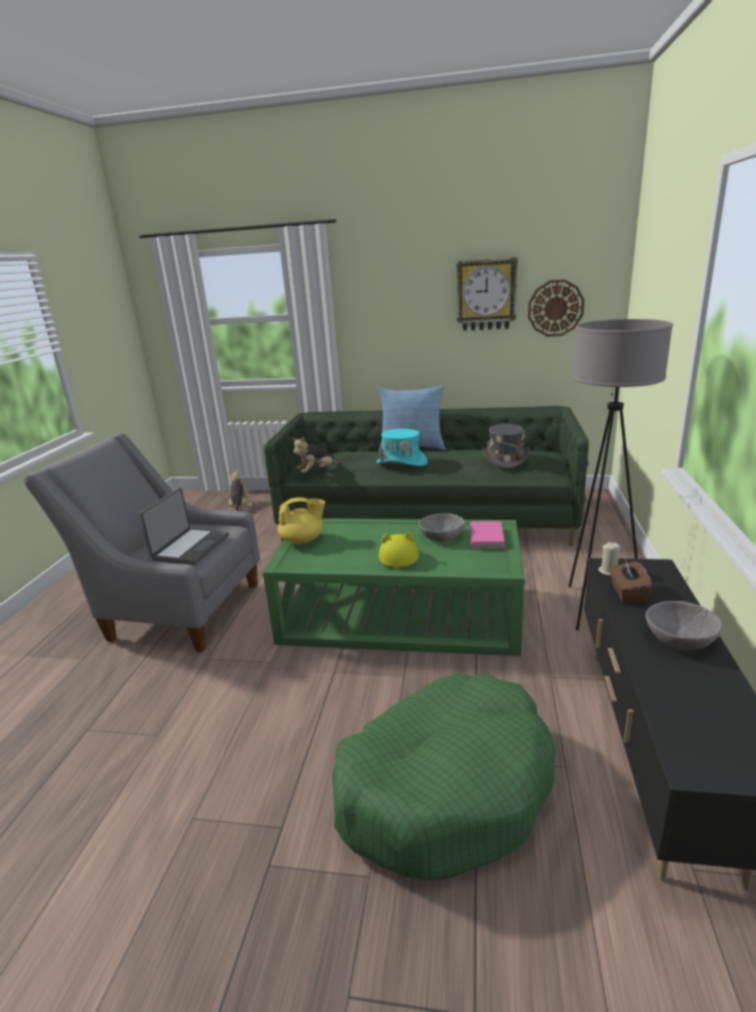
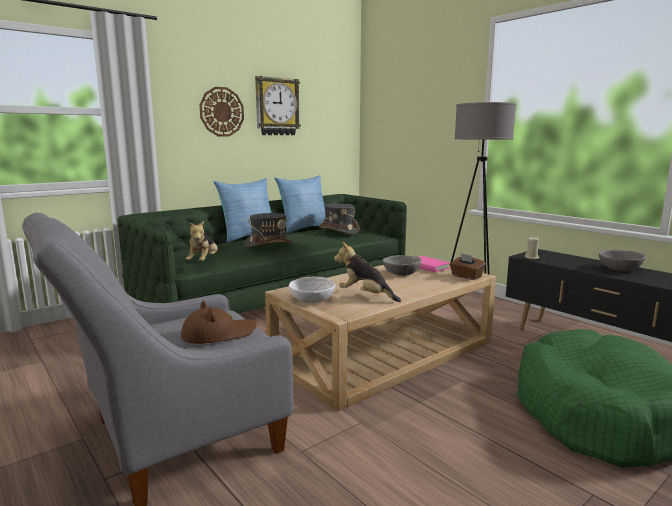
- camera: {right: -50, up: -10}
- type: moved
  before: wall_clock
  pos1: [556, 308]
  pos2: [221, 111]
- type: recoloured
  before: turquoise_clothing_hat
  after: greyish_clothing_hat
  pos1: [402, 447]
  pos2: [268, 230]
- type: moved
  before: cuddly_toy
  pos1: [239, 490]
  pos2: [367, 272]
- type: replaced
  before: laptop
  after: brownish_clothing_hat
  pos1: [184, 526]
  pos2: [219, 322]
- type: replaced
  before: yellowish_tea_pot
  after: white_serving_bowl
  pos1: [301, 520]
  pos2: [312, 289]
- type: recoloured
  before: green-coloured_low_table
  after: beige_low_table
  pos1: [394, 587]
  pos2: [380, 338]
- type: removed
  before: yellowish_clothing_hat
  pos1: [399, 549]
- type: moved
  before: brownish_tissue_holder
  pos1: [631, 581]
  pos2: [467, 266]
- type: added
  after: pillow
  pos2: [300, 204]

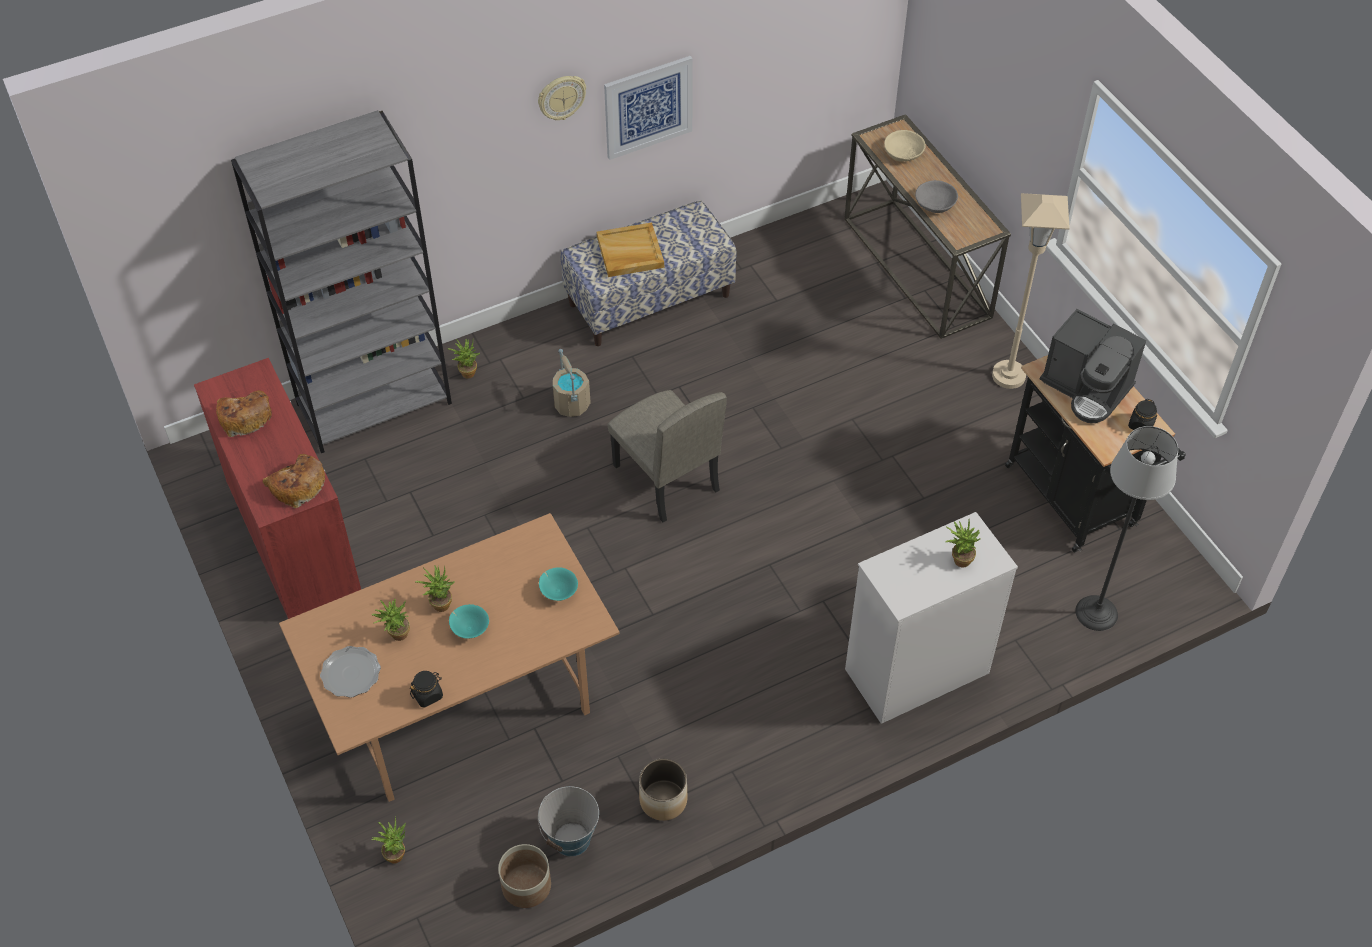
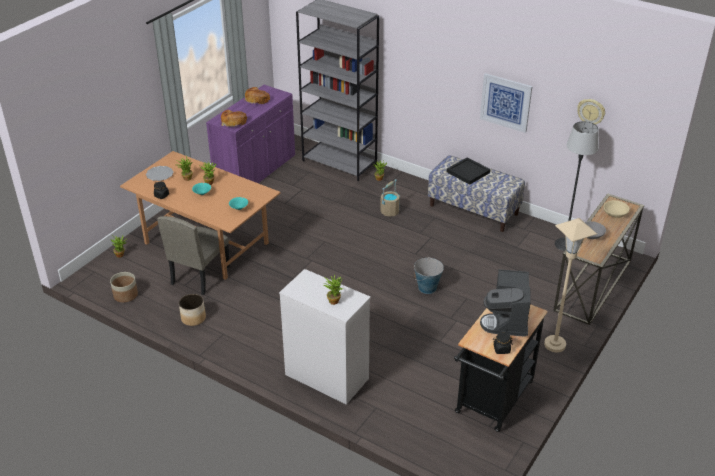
- camera: {right: 60, up: -15}
- type: moved
  before: wall_clock
  pos1: [562, 98]
  pos2: [591, 112]
- type: recoloured
  before: beige_carrying_tray
  after: black_carrying_tray
  pos1: [630, 250]
  pos2: [468, 171]
- type: recoloured
  before: reddish_cupboard
  after: purple-coloured_cupboard
  pos1: [277, 488]
  pos2: [250, 134]
- type: moved
  before: beige_plain_chair
  pos1: [667, 456]
  pos2: [193, 255]
- type: moved
  before: floor_lamp
  pos1: [1126, 528]
  pos2: [577, 186]
- type: moved
  before: bucket
  pos1: [568, 821]
  pos2: [429, 275]

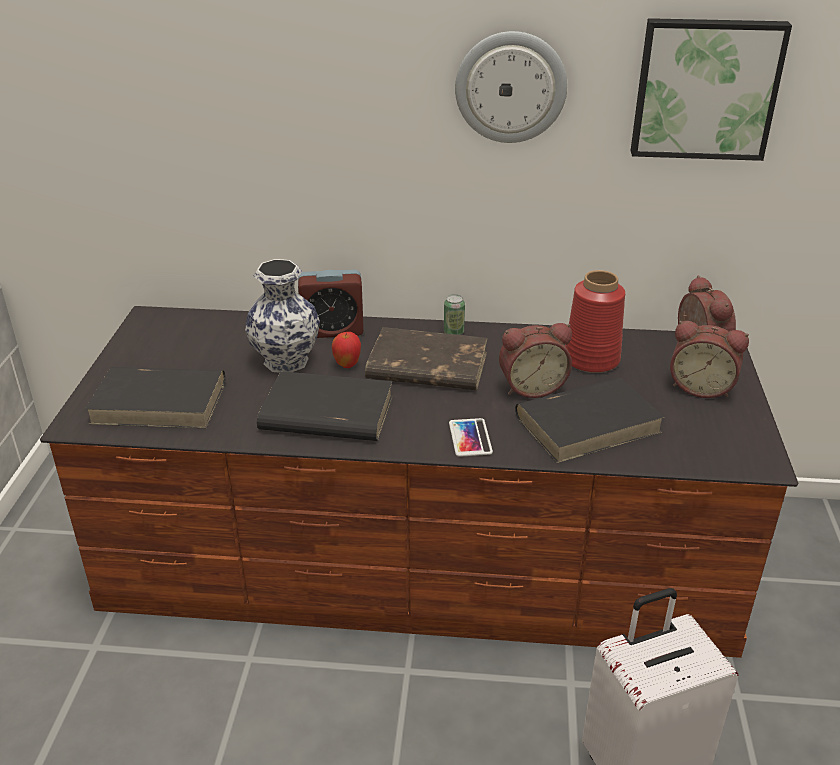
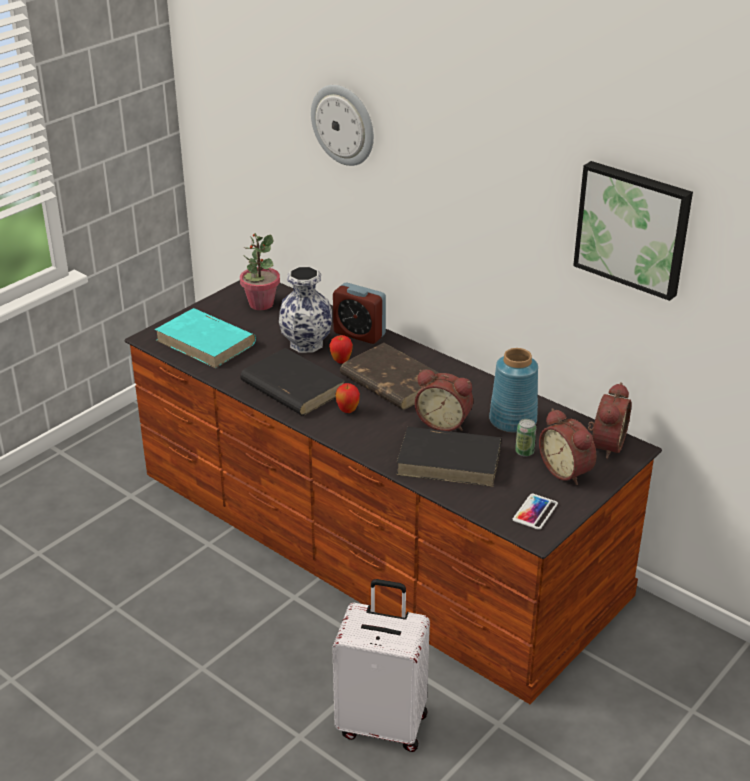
- camera: {right: 35, up: 0}
- type: moved
  before: wall_clock
  pos1: [511, 87]
  pos2: [342, 125]
- type: recoloured
  before: reddish_vase
  after: blue-coloured_vase
  pos1: [595, 321]
  pos2: [513, 390]
- type: moved
  before: sealed_can
  pos1: [454, 314]
  pos2: [525, 437]
- type: recoloured
  before: black_book
  after: turquoise_book
  pos1: [155, 397]
  pos2: [205, 338]
- type: moved
  before: handset
  pos1: [471, 437]
  pos2: [535, 512]
- type: added
  after: houseplant
  pos2: [260, 271]
- type: added
  after: apple
  pos2: [347, 398]

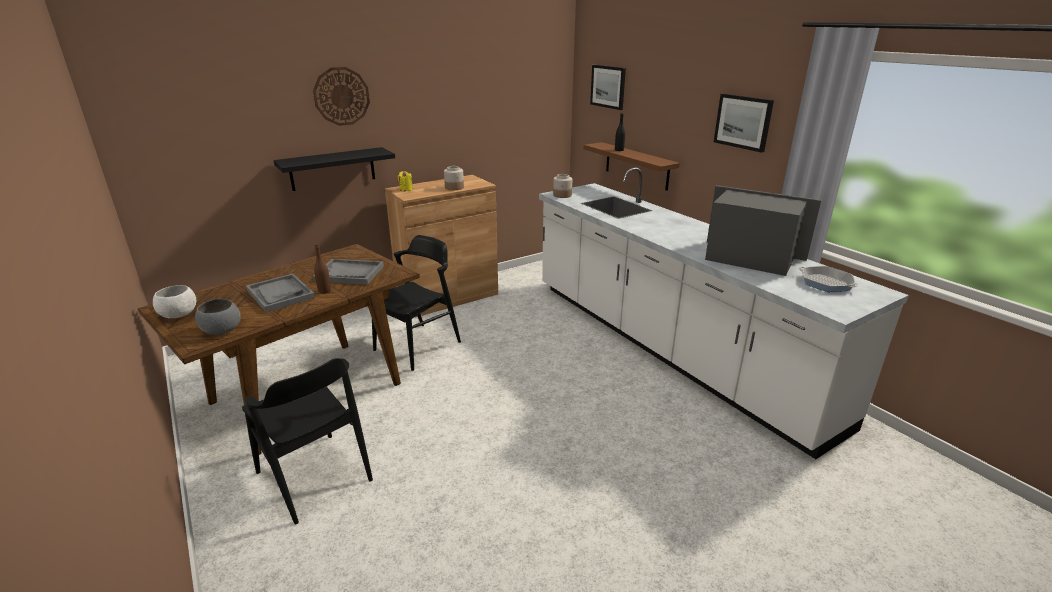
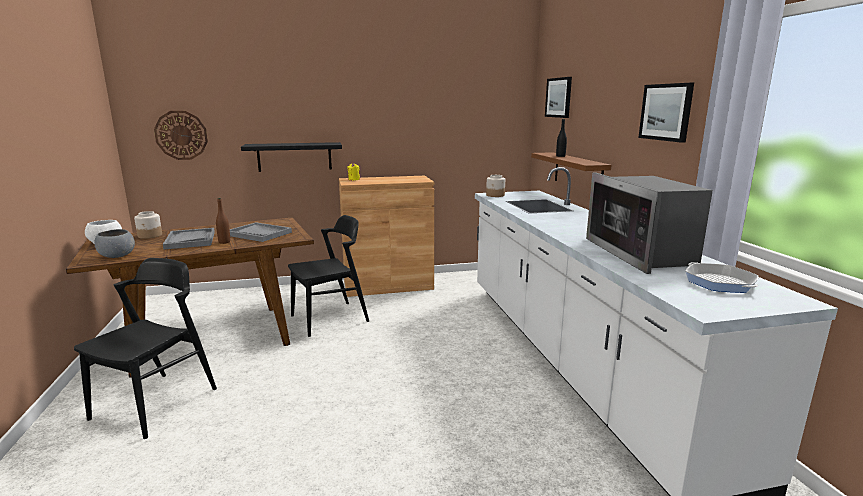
- camera: {right: 20, up: -10}
- type: moved
  before: wall_clock
  pos1: [341, 96]
  pos2: [181, 135]
- type: moved
  before: preserve_jar
  pos1: [454, 178]
  pos2: [148, 225]
- type: turned
  before: microwave
  pos1: [763, 230]
  pos2: [649, 223]
  turn: -150
- type: turned
  before: black_plain_chair
  pos1: [307, 441]
  pos2: [145, 348]
  turn: -135

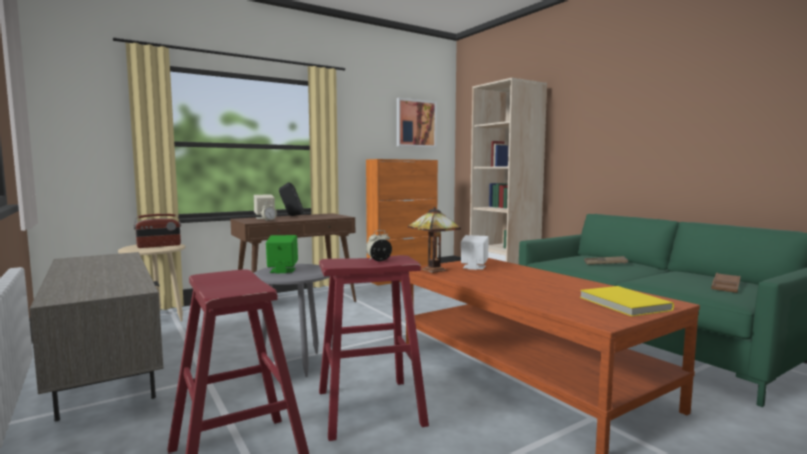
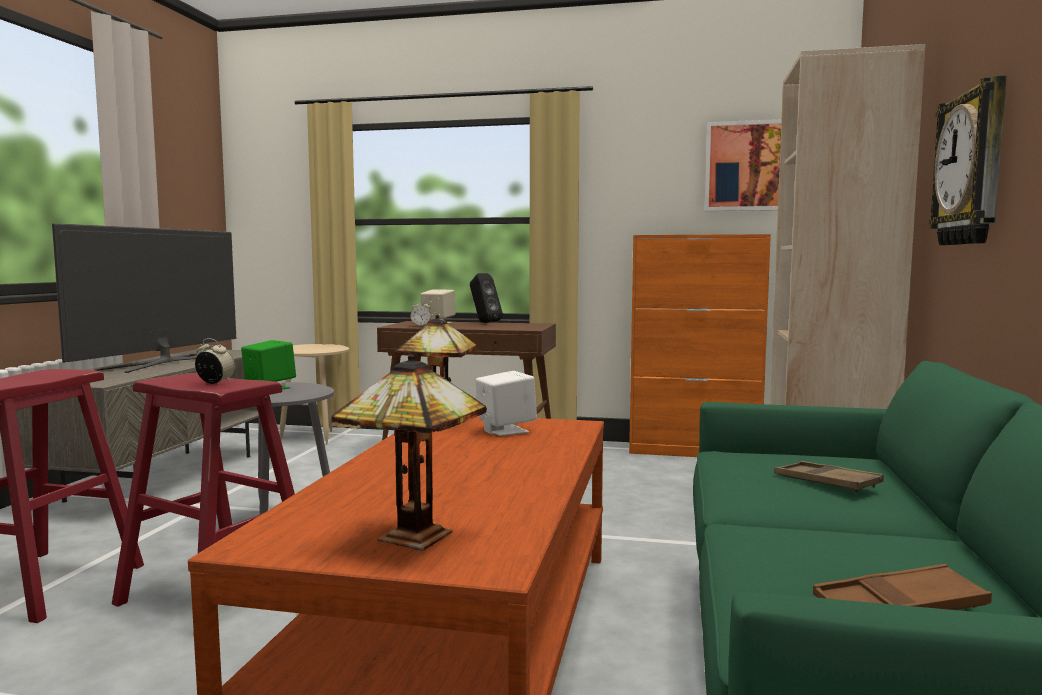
- camera: {right: 45, up: 0}
- type: removed
  before: radio
  pos1: [157, 231]
- type: replaced
  before: yellowish_book
  after: lamp_for_a_table
  pos1: [627, 301]
  pos2: [409, 452]
- type: added
  after: wall_clock
  pos2: [968, 160]
- type: added
  after: TV_set
  pos2: [144, 298]

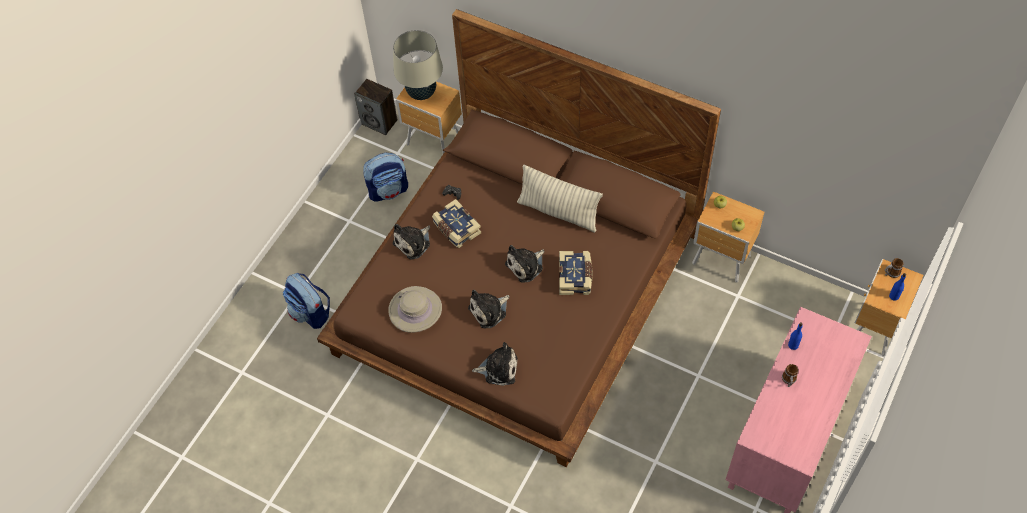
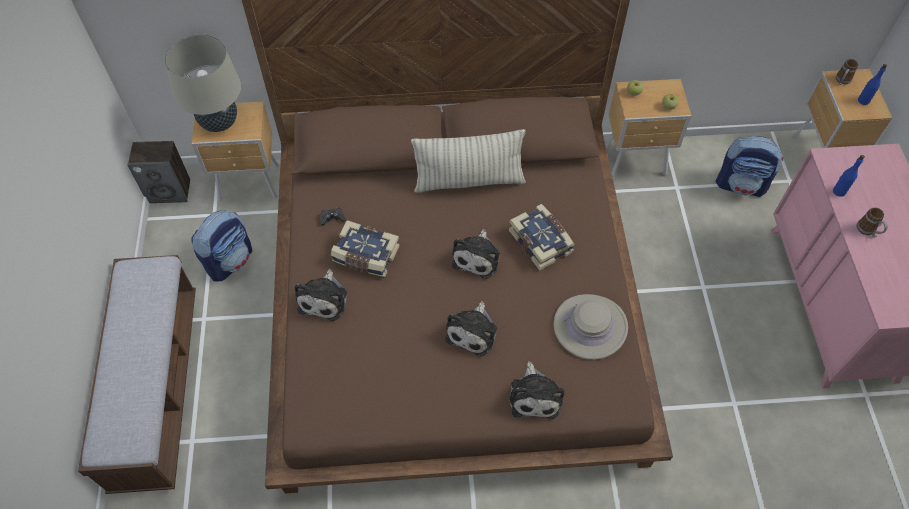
- camera: {right: -35, up: 0}
- type: moved
  before: knapsack
  pos1: [306, 301]
  pos2: [749, 166]
- type: moved
  before: beige_clothing_hat
  pos1: [415, 309]
  pos2: [590, 327]
- type: turned
  before: cuddly_toy
  pos1: [494, 364]
  pos2: [536, 390]
  turn: 120
- type: added
  after: indoor_bench
  pos2: [137, 374]

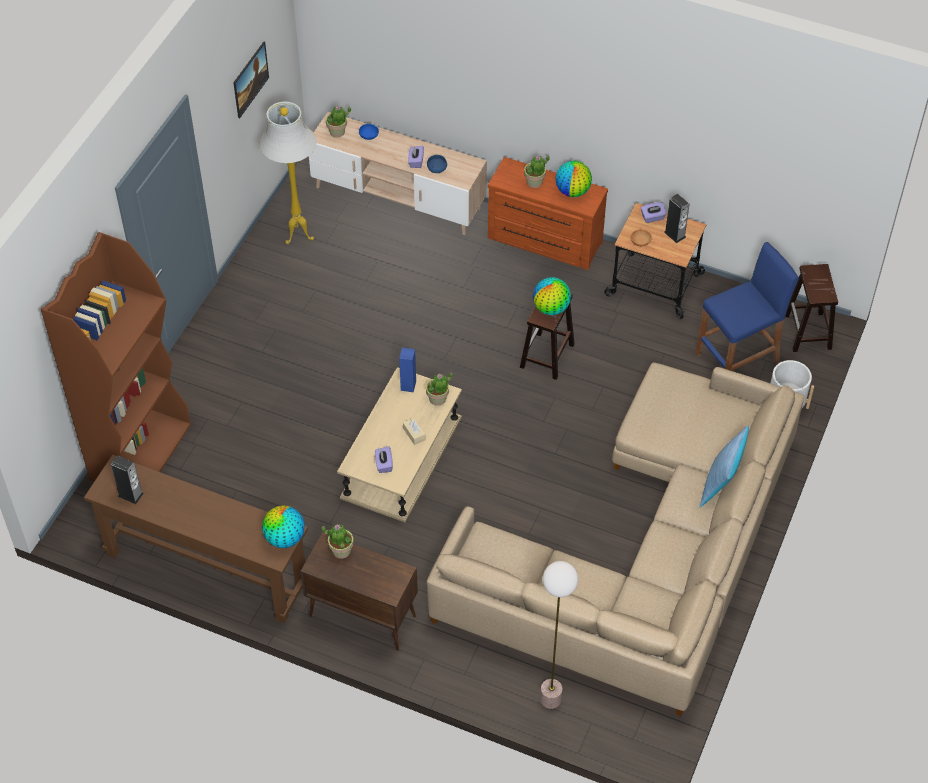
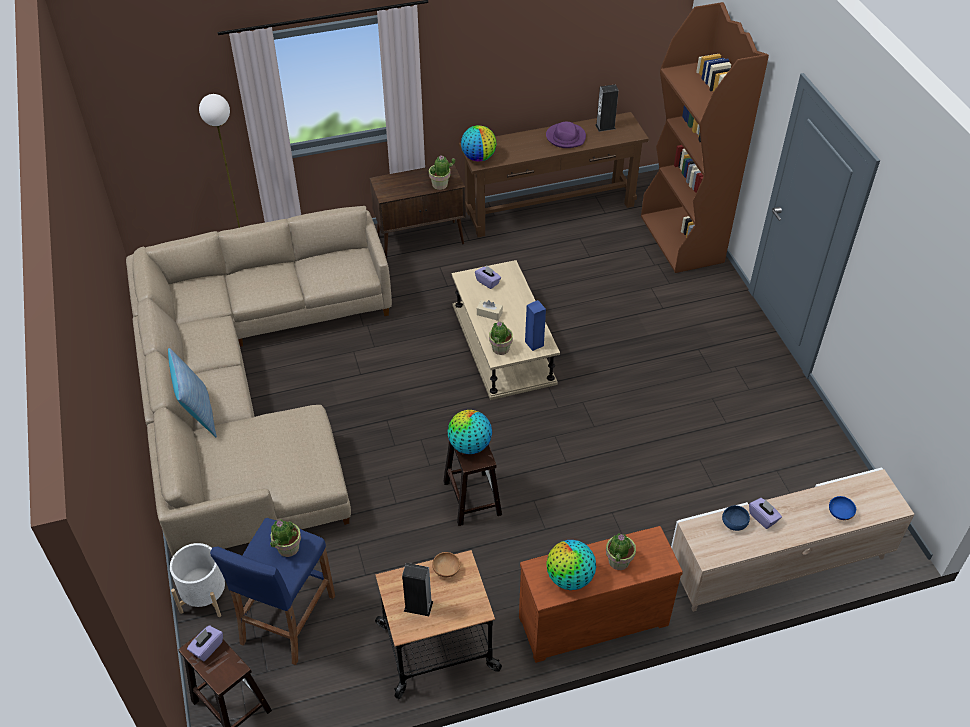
- camera: {right: 140, up: -5}
- type: removed
  before: wall_picture
  pos1: [251, 80]
- type: removed
  before: white_floor_lamp
  pos1: [287, 173]
- type: moved
  before: houseplant
  pos1: [338, 122]
  pos2: [285, 538]
- type: moved
  before: purple-coloured_tissue_holder
  pos1: [654, 212]
  pos2: [205, 643]
- type: added
  after: purple-coloured_clothing_hat
  pos2: [566, 135]

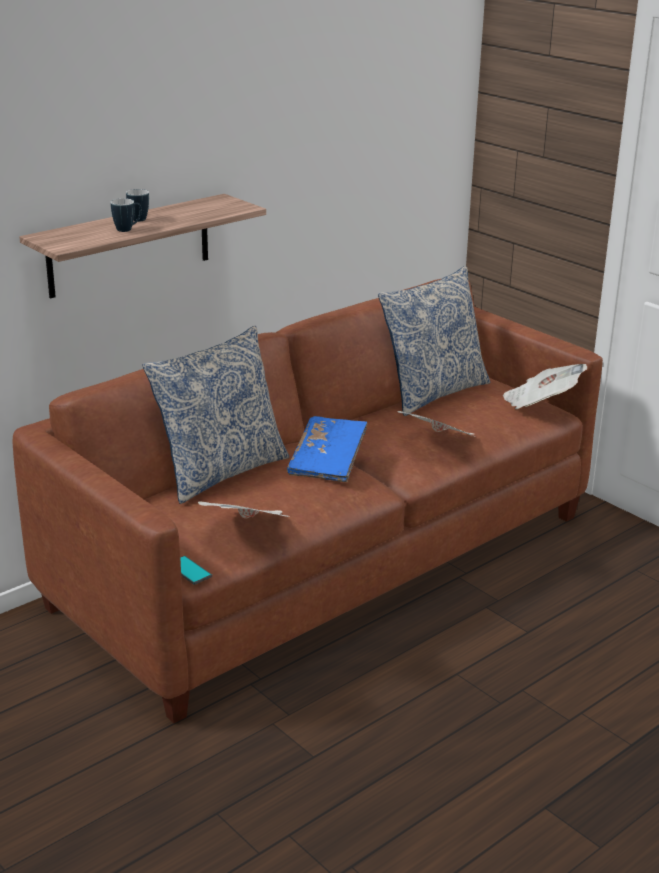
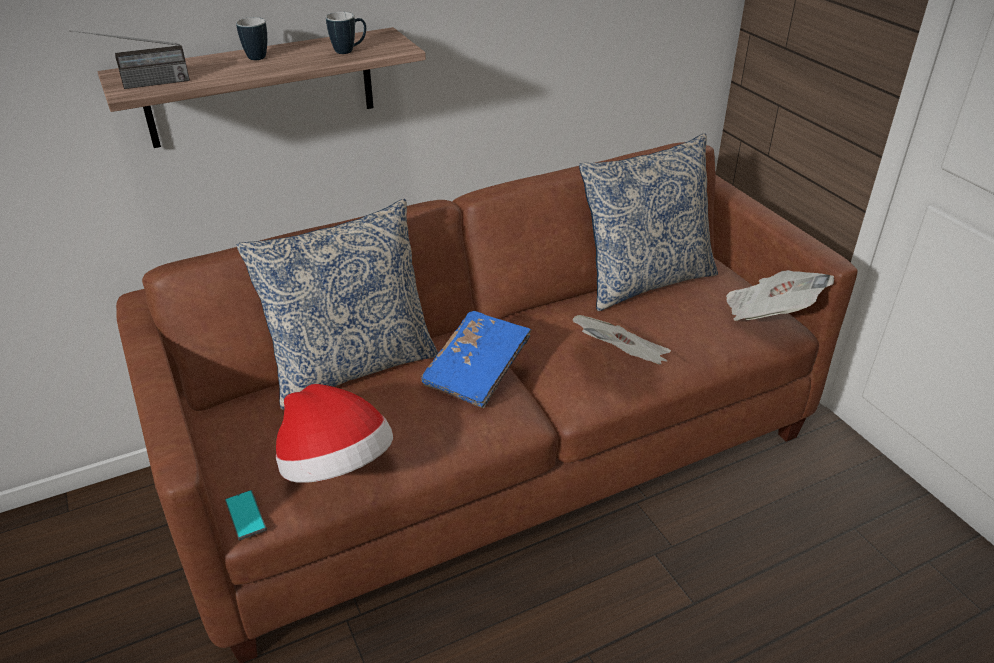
- camera: {right: 15, up: 10}
- type: moved
  before: tea_mug
  pos1: [126, 215]
  pos2: [346, 33]
- type: replaced
  before: printed_paper
  after: clothing_hat
  pos1: [244, 510]
  pos2: [334, 433]
- type: added
  after: radio
  pos2: [129, 59]

